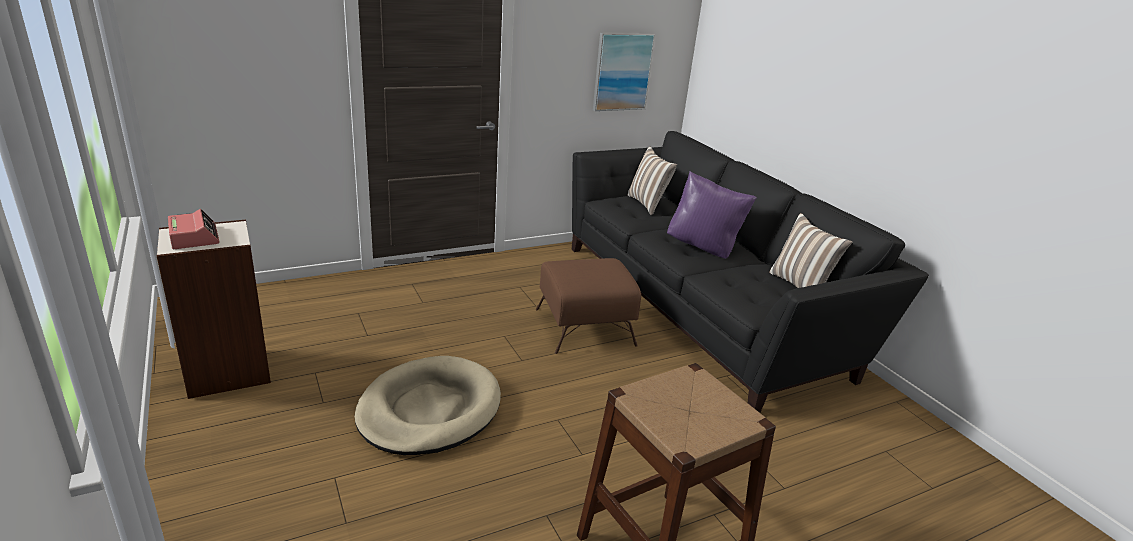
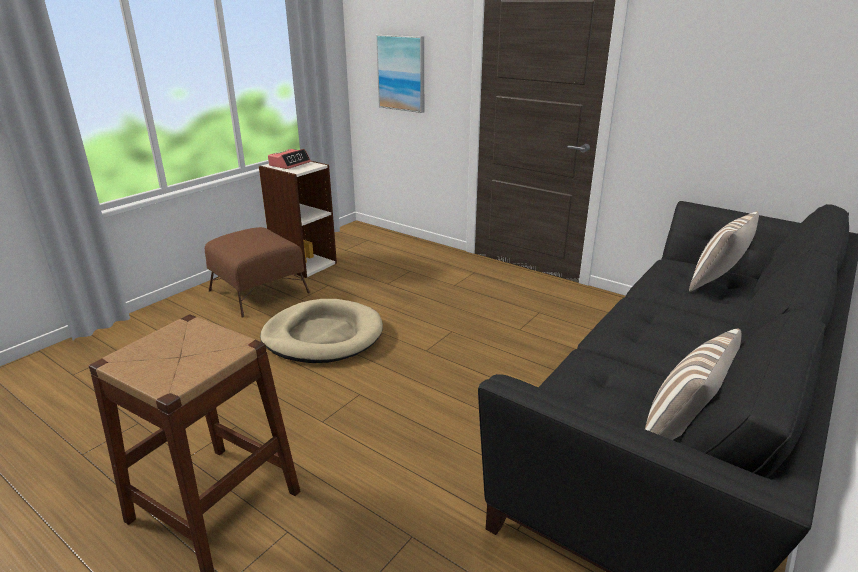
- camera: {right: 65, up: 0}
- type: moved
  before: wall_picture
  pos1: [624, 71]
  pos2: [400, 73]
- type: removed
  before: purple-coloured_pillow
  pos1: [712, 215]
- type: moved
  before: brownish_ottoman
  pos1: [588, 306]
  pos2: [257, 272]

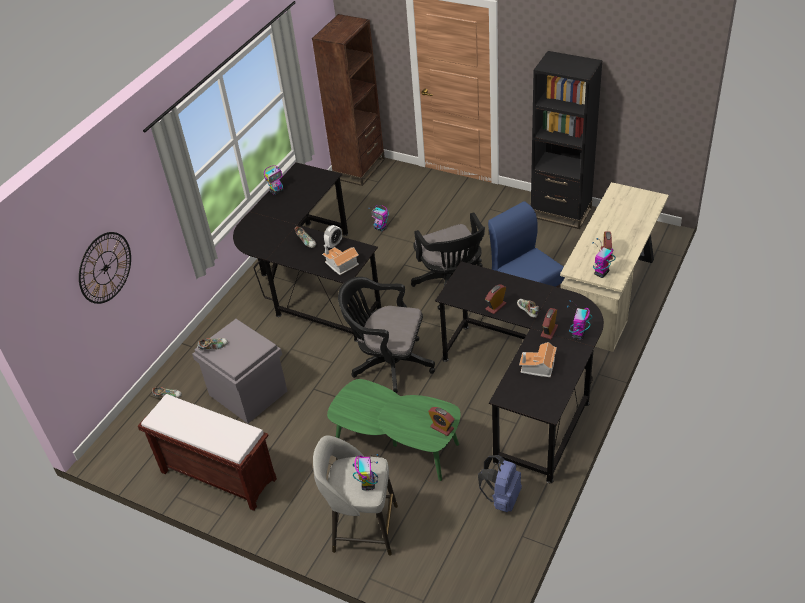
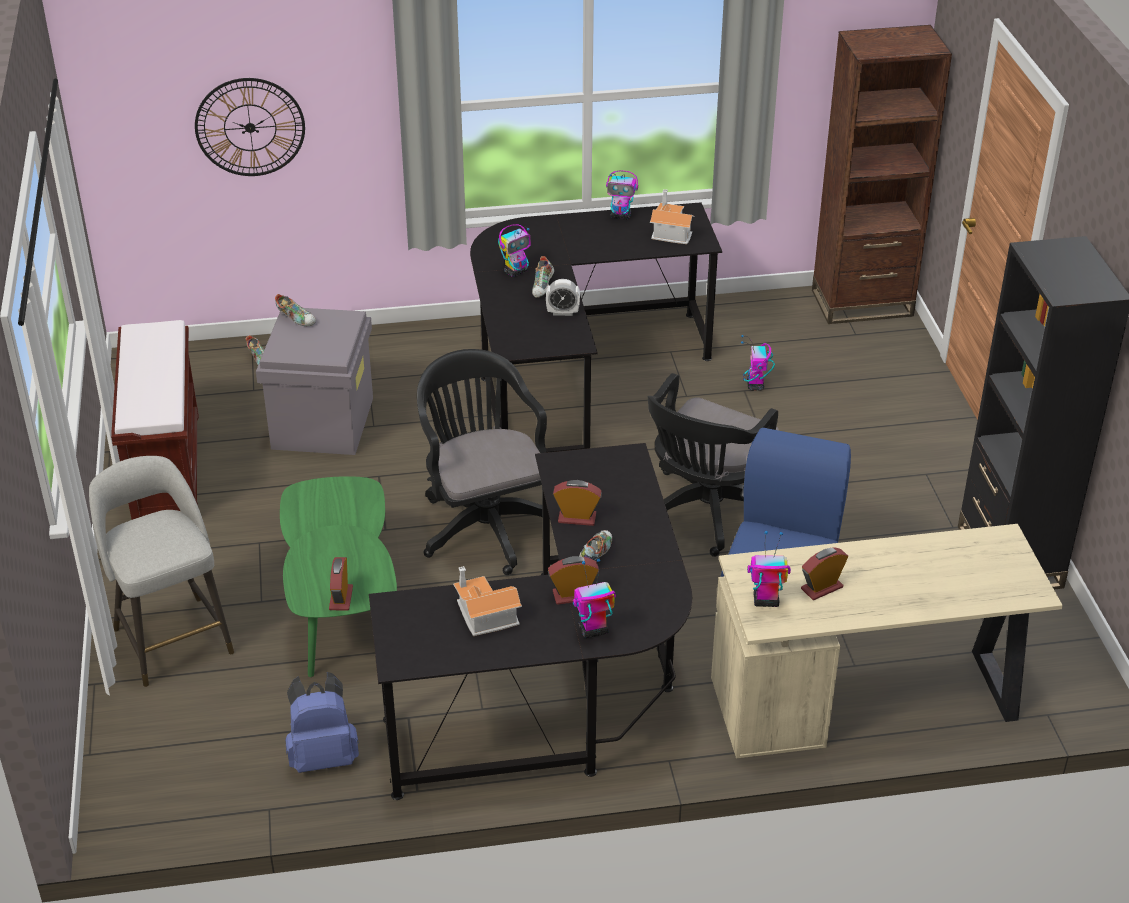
- camera: {right: 50, up: -5}
- type: moved
  before: toy_house
  pos1: [340, 259]
  pos2: [672, 216]
- type: moved
  before: robot_figure
  pos1: [365, 472]
  pos2: [514, 250]

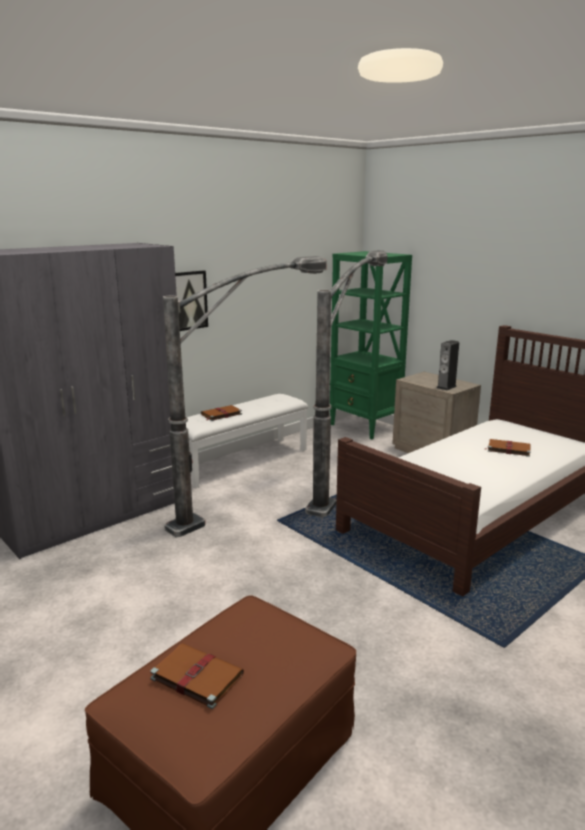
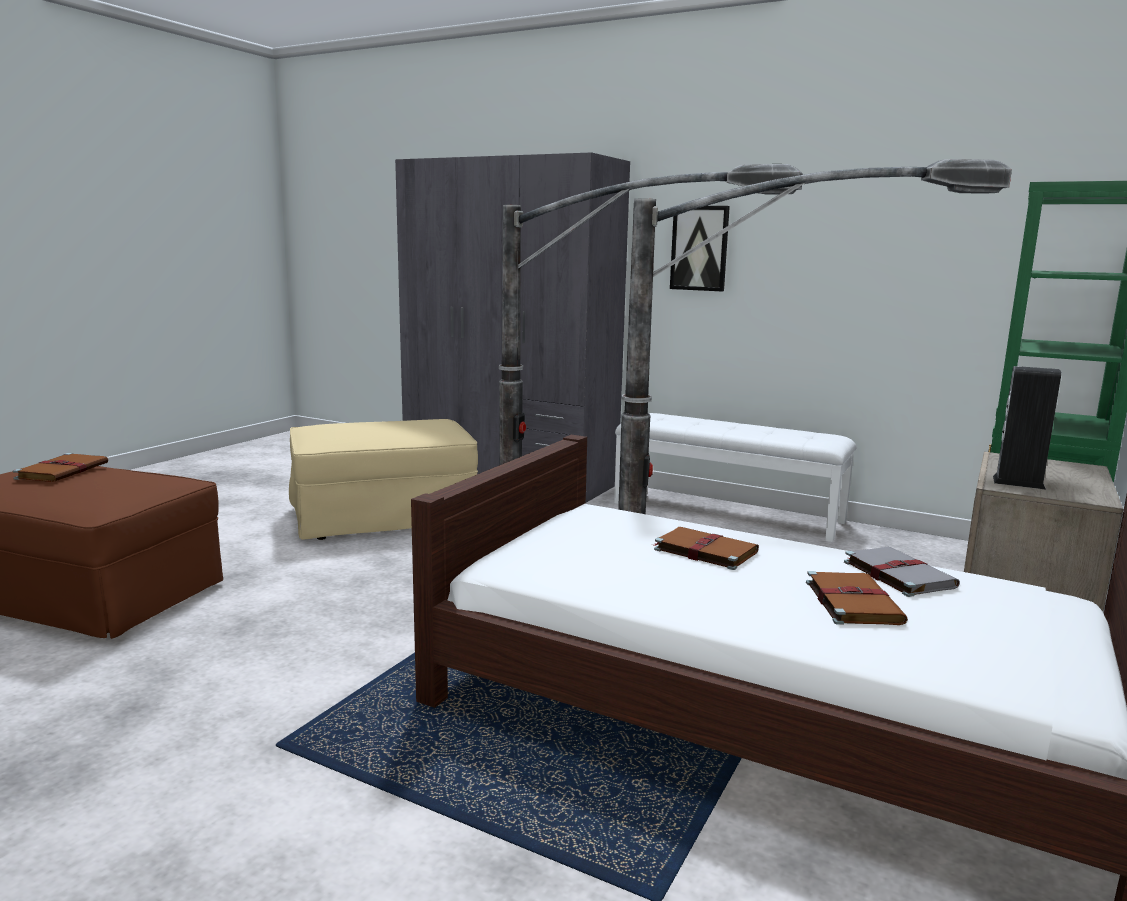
- camera: {right: 70, up: -5}
- type: moved
  before: brownish_book
  pos1: [221, 413]
  pos2: [706, 548]
- type: added
  after: beige_ottoman
  pos2: [383, 479]
- type: added
  after: greyish_book
  pos2: [902, 571]

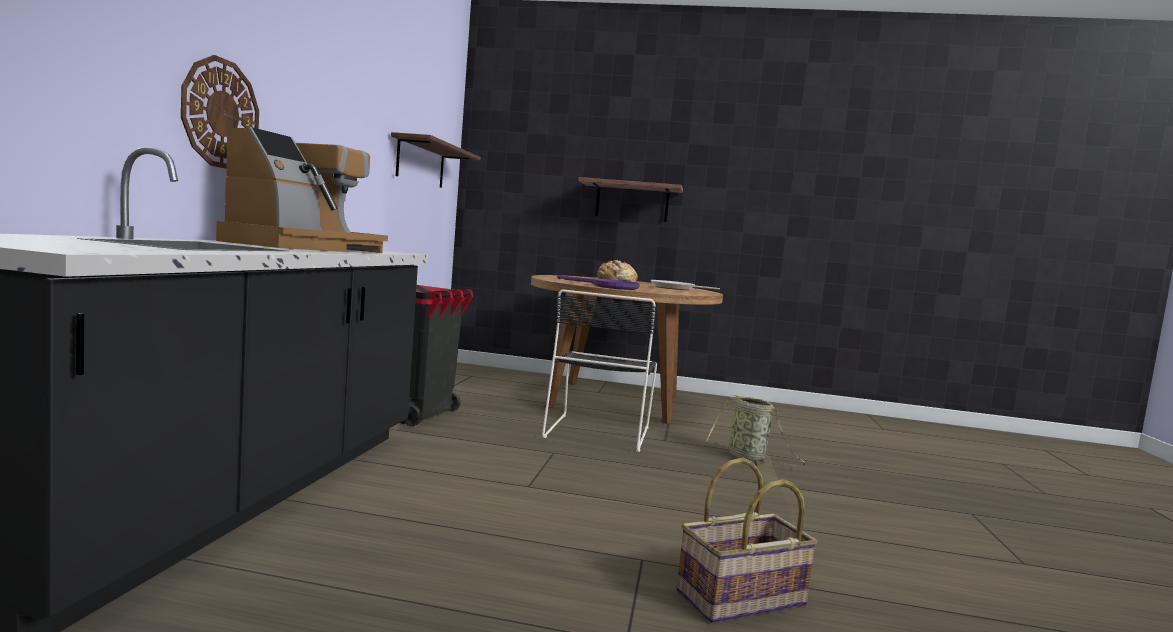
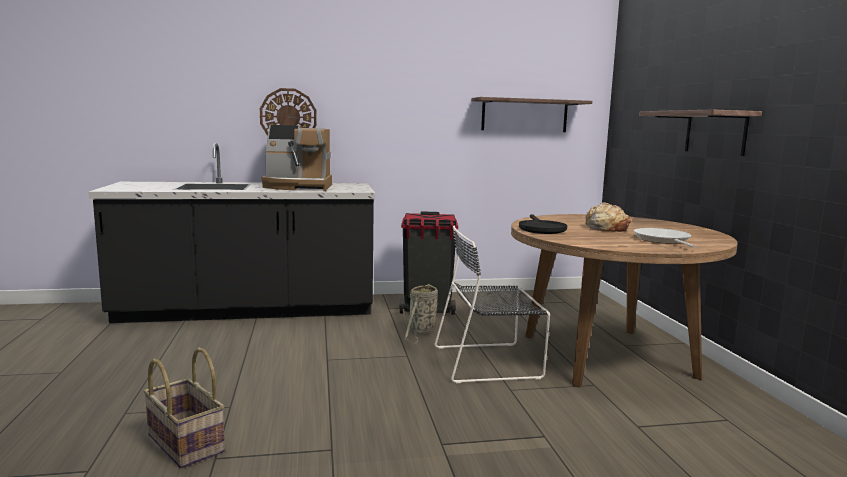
- camera: {right: 70, up: 5}
- type: recoloured
  before: purple-coloured_skillet
  after: black_skillet
  pos1: [598, 282]
  pos2: [543, 224]
- type: moved
  before: storage_basket
  pos1: [756, 430]
  pos2: [421, 313]

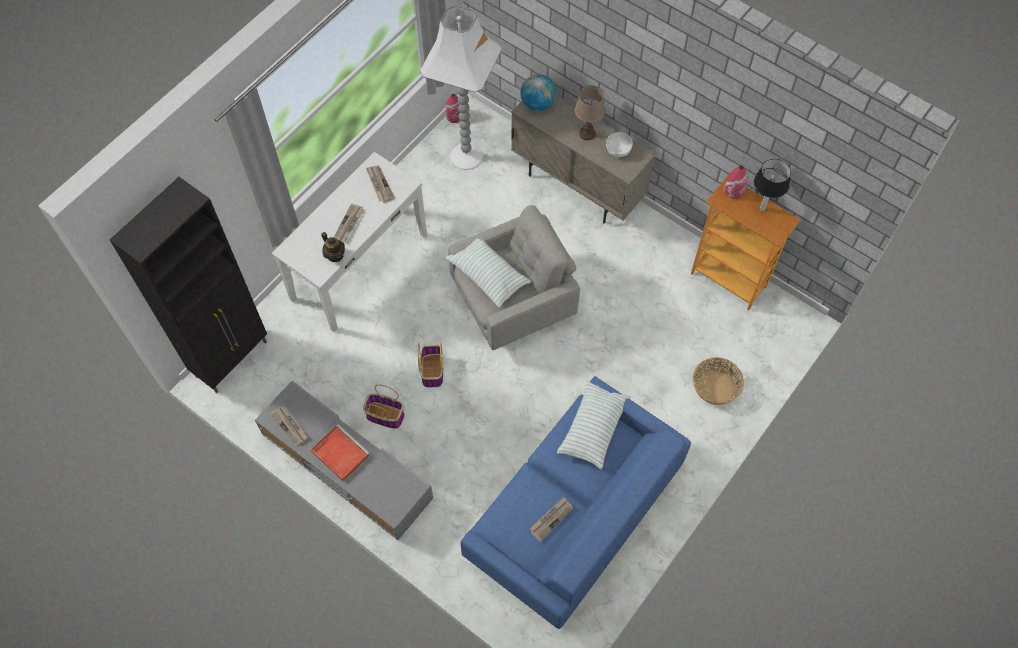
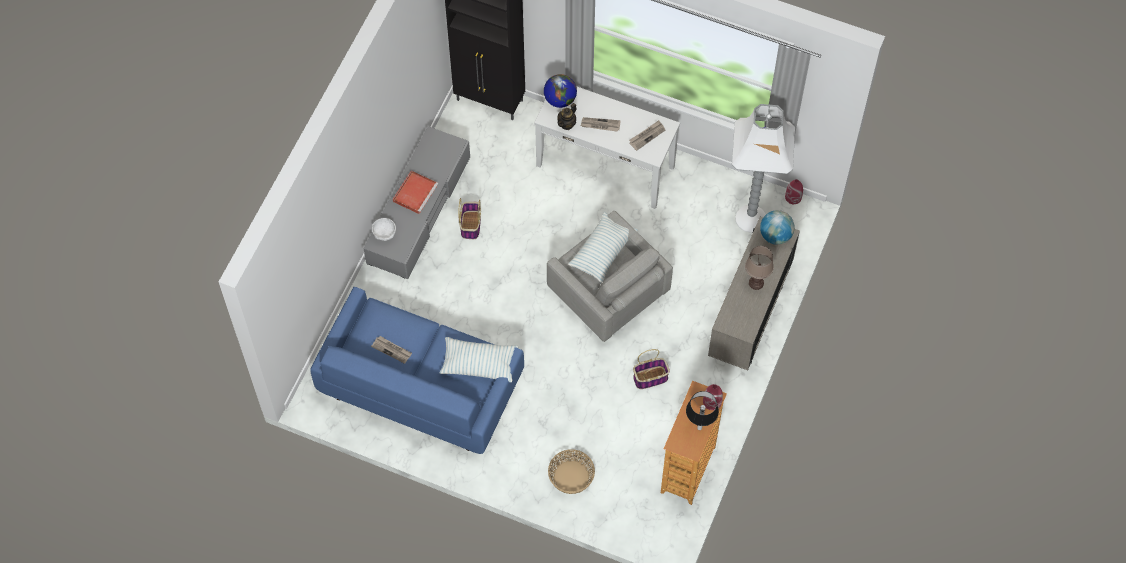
- camera: {right: 75, up: 0}
- type: moved
  before: white_serving_bowl
  pos1: [619, 145]
  pos2: [384, 229]
- type: moved
  before: storage_basket
  pos1: [430, 365]
  pos2: [651, 369]
- type: removed
  before: printed_paper
  pos1: [289, 425]
- type: added
  after: world_globe
  pos2: [560, 91]

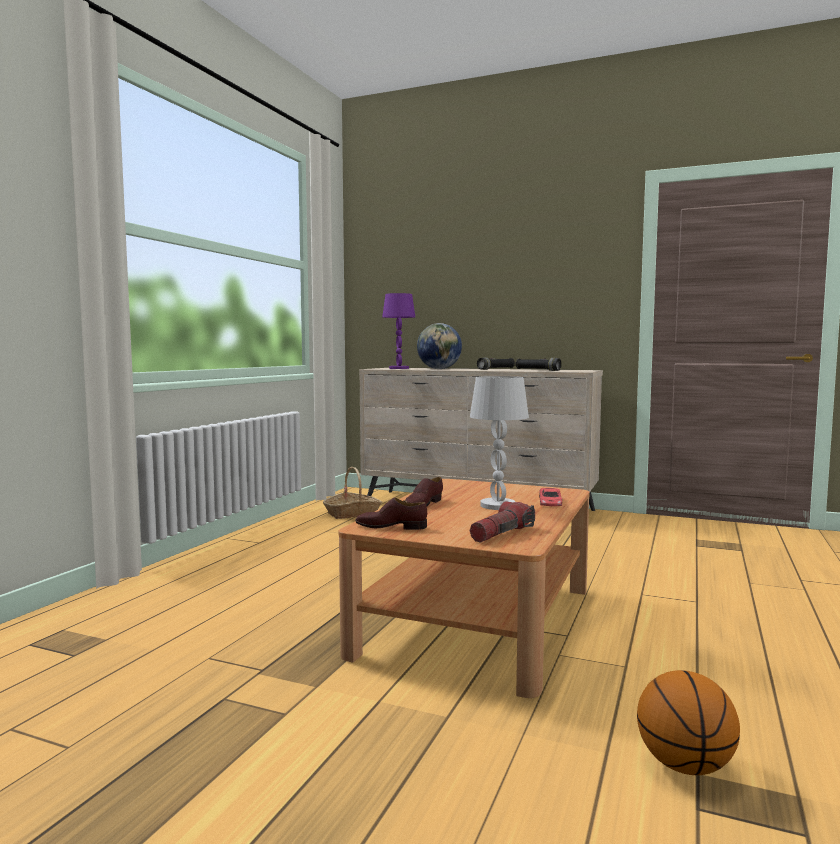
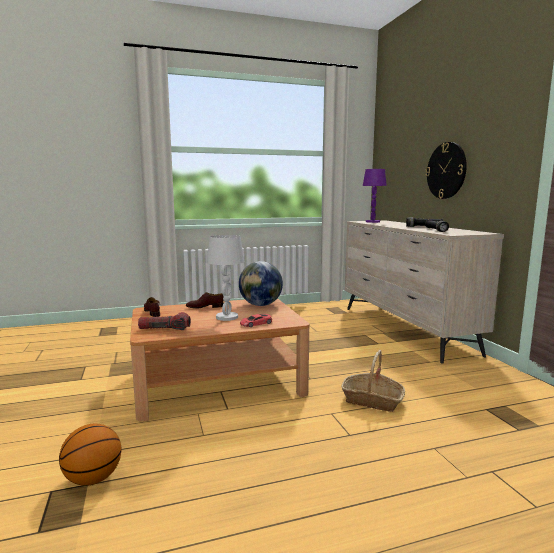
- camera: {right: 50, up: 5}
- type: moved
  before: world_globe
  pos1: [439, 346]
  pos2: [261, 283]
- type: moved
  before: storage_basket
  pos1: [352, 493]
  pos2: [373, 381]
- type: added
  after: wall_clock
  pos2: [446, 170]

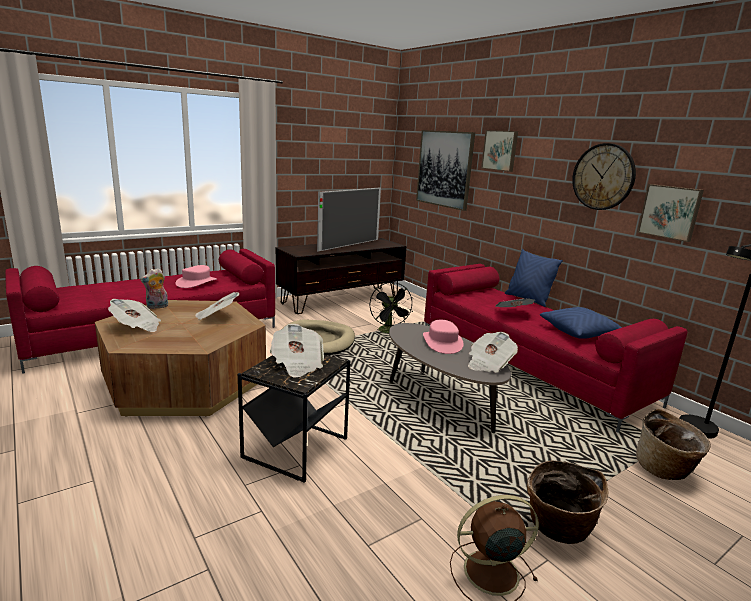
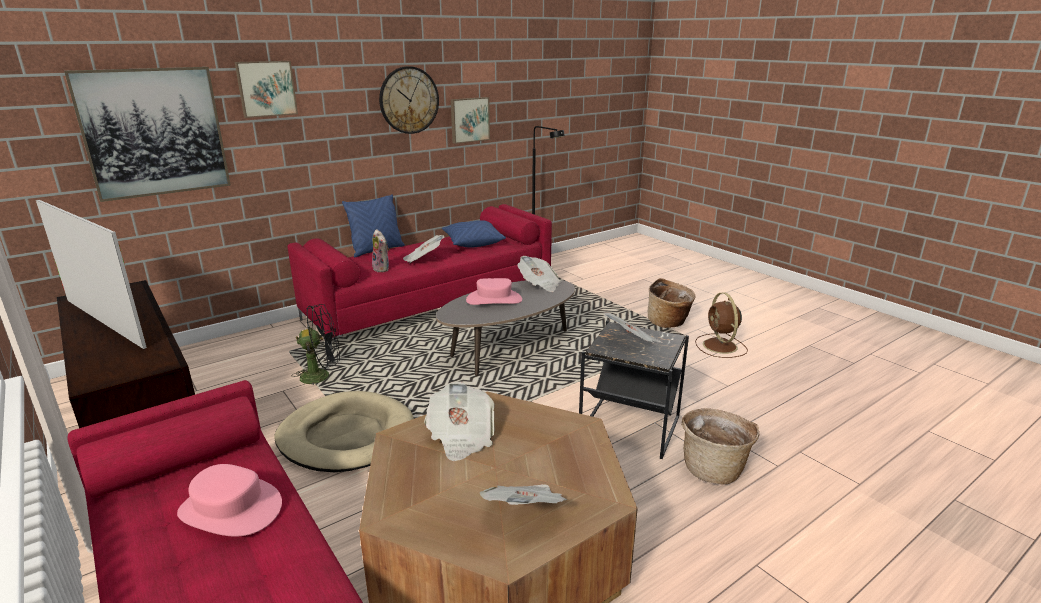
- camera: {right: -90, up: 5}
- type: moved
  before: cuddly_toy
  pos1: [154, 288]
  pos2: [380, 250]
- type: moved
  before: storage_basket
  pos1: [673, 444]
  pos2: [720, 446]

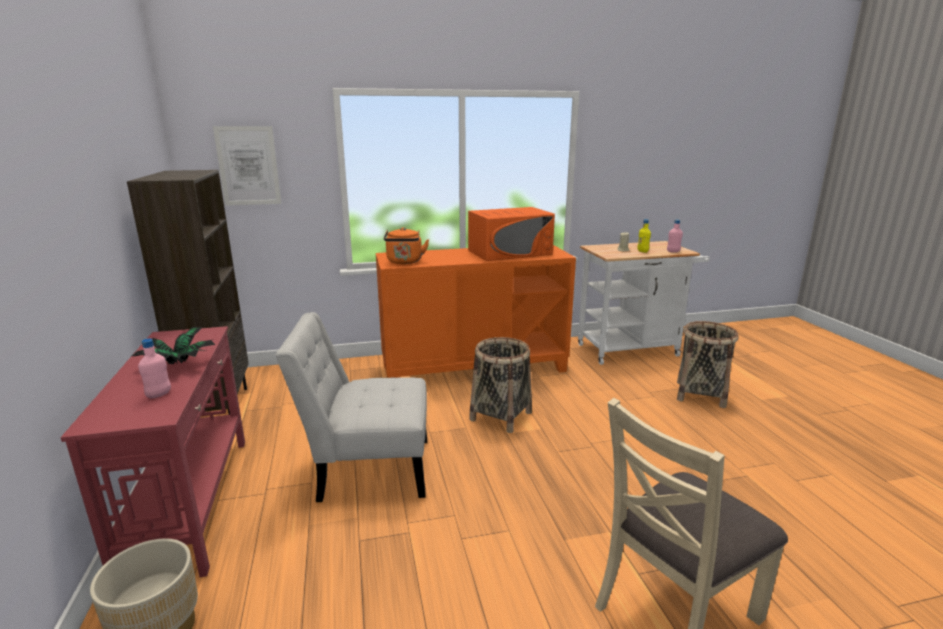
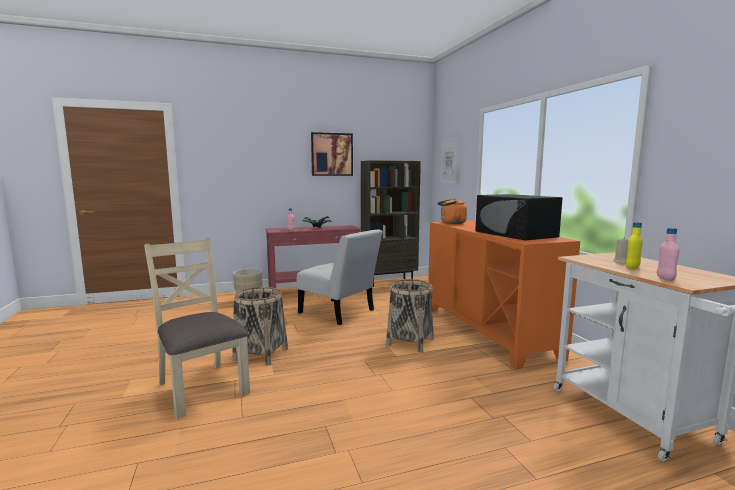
- camera: {right: 85, up: -10}
- type: recoloured
  before: orangey_microwave
  after: black_microwave
  pos1: [511, 234]
  pos2: [519, 217]
- type: turned
  before: white_plain_chair
  pos1: [351, 407]
  pos2: [340, 277]
  turn: 135
- type: moved
  before: storage_basket
  pos1: [708, 364]
  pos2: [260, 326]
- type: added
  after: wall_picture
  pos2: [332, 154]

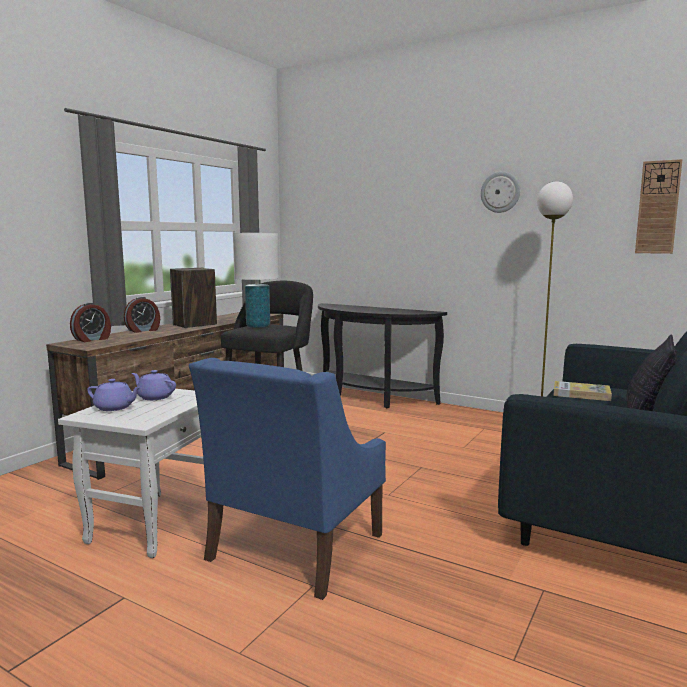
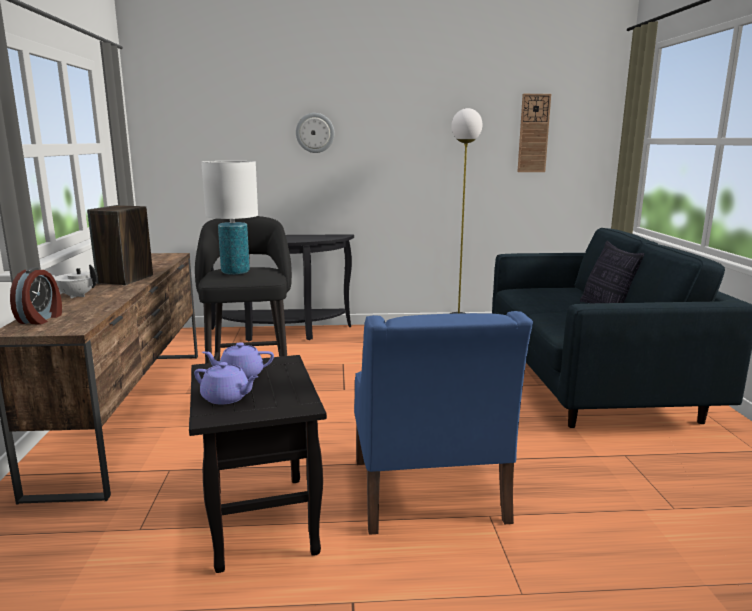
- camera: {right: -35, up: 5}
- type: moved
  before: wall_clock
  pos1: [500, 192]
  pos2: [315, 133]
- type: replaced
  before: table_clock
  after: white_tea_pot
  pos1: [142, 315]
  pos2: [74, 282]
- type: turned
  before: purple-coloured_tea_pot
  pos1: [114, 395]
  pos2: [226, 383]
  turn: 45
- type: removed
  before: book
  pos1: [583, 391]
- type: recoloured
  before: white_side_table
  after: black_side_table
  pos1: [131, 473]
  pos2: [258, 464]

